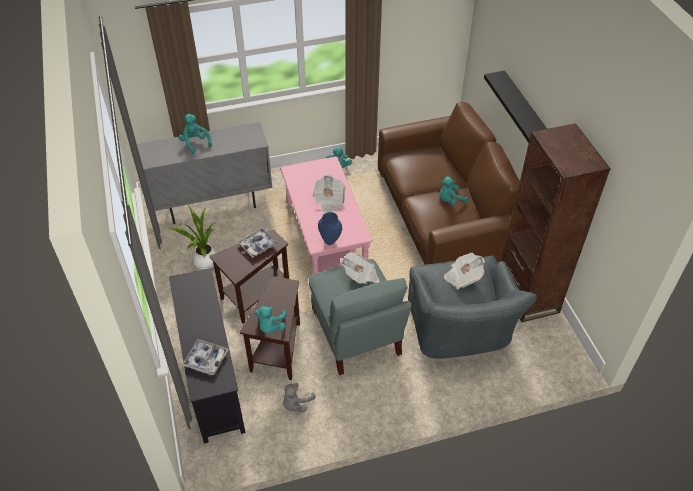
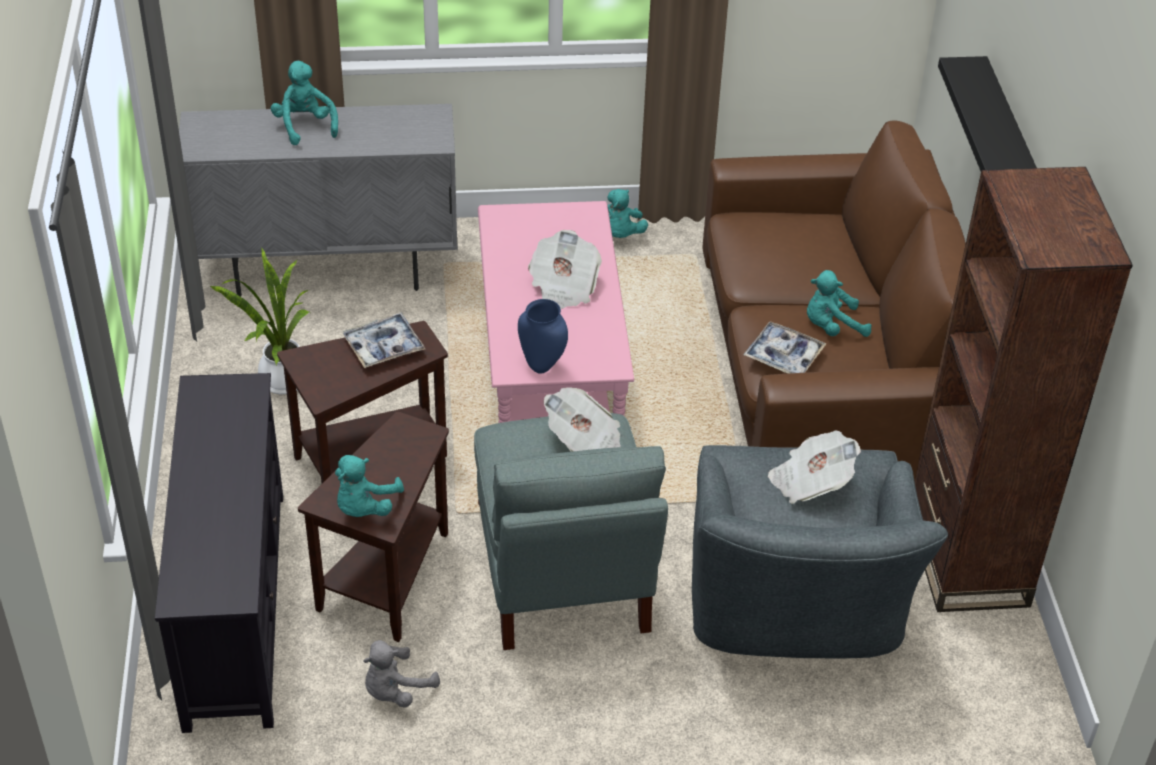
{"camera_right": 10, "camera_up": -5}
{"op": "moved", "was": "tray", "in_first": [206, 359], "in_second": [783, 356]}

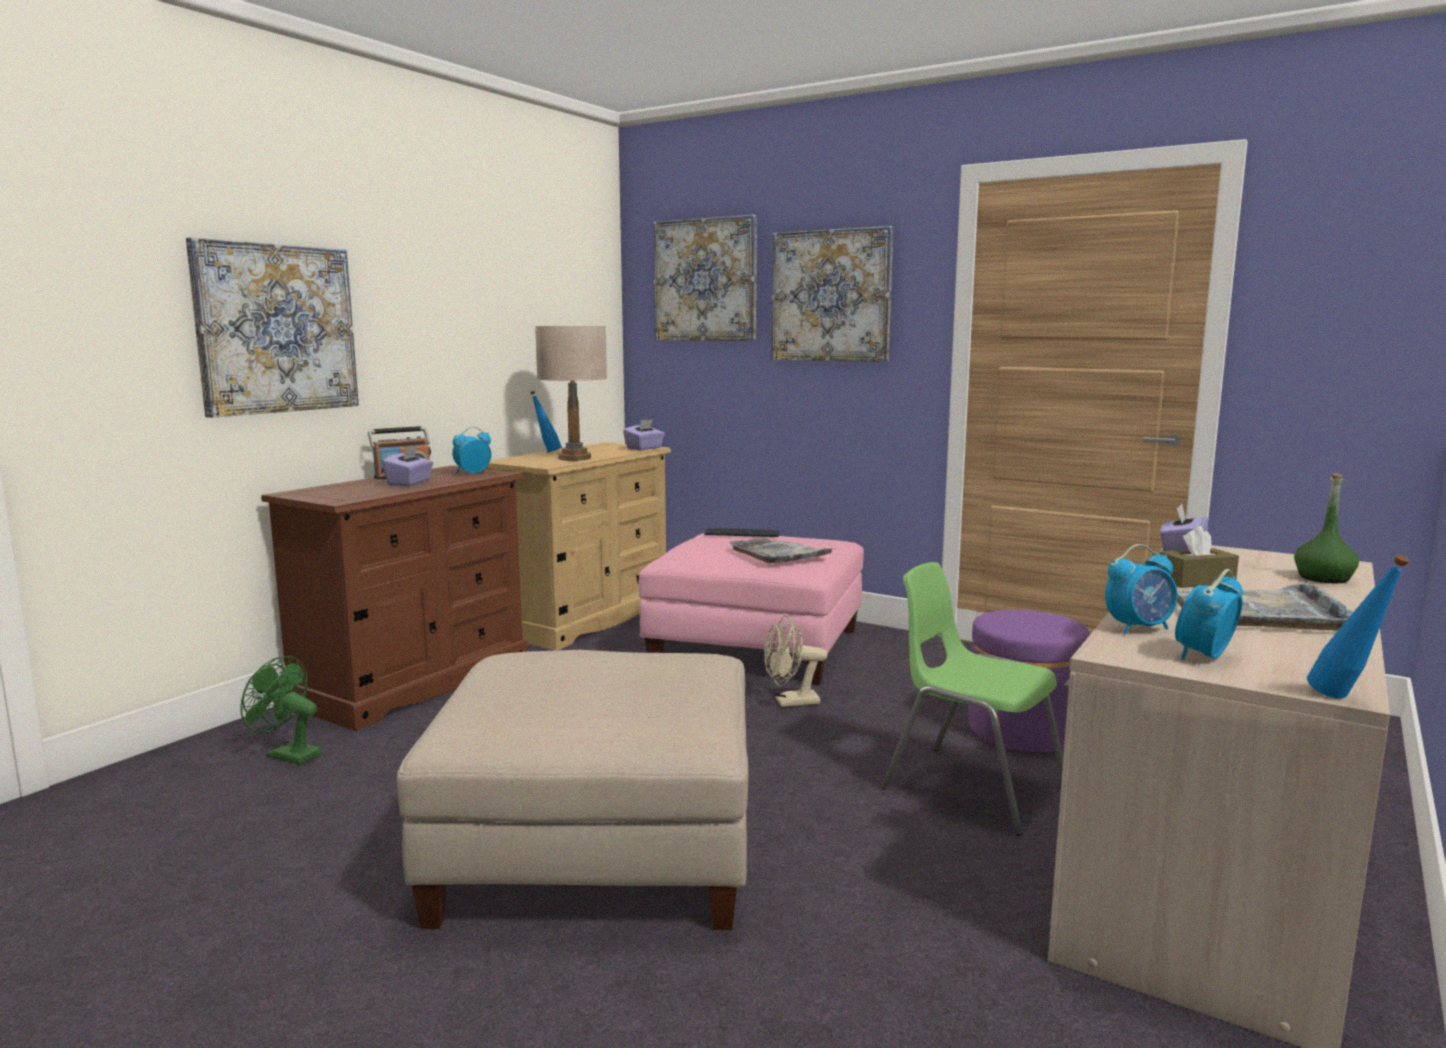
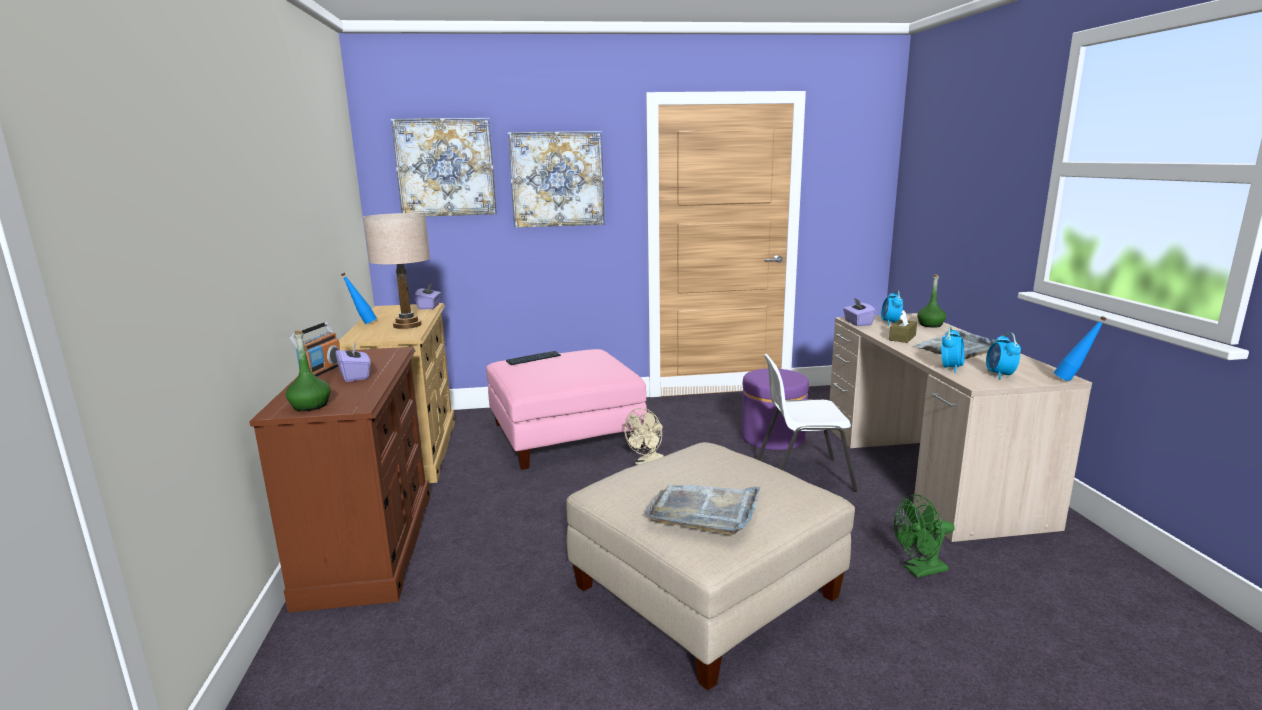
{"camera_right": -40, "camera_up": 5}
{"op": "removed", "was": "picture", "in_first": [276, 329]}
{"op": "added", "now": "bottle (greenish)", "in_second": [310, 406]}
{"op": "moved", "was": "fan (greenish)", "in_first": [287, 755], "in_second": [919, 570]}
{"op": "moved", "was": "bedside clock", "in_first": [472, 473], "in_second": [890, 323]}
{"op": "moved", "was": "tray (greyish)", "in_first": [779, 554], "in_second": [704, 510]}
{"op": "recoloured", "was": "chair (greenish)", "now": "chair (whitish)", "in_first": [971, 786], "in_second": [801, 476]}

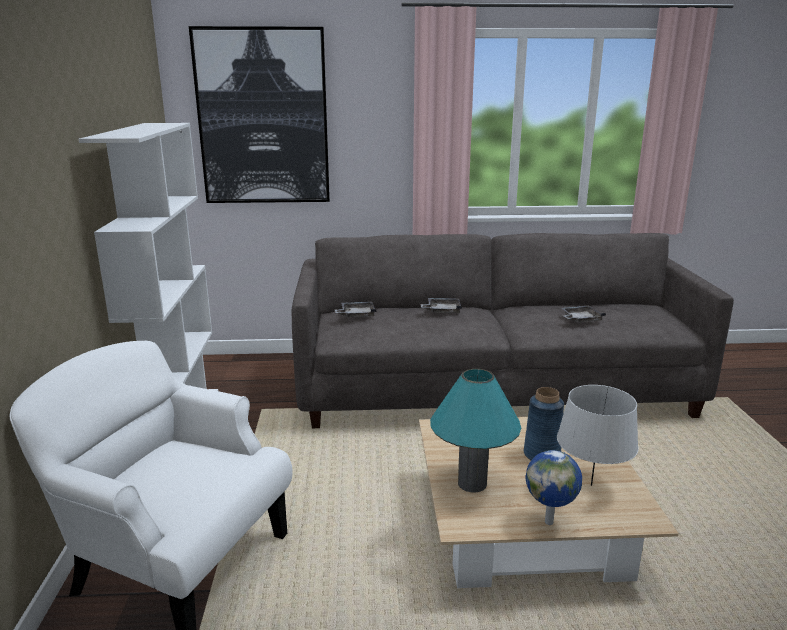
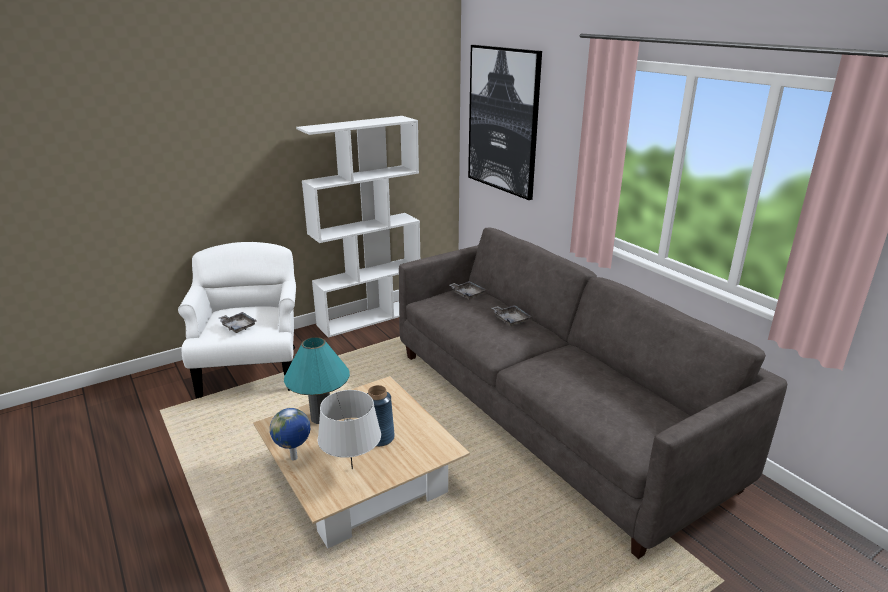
{"camera_right": 60, "camera_up": 5}
{"op": "moved", "was": "tray (greyish)", "in_first": [580, 319], "in_second": [238, 326]}

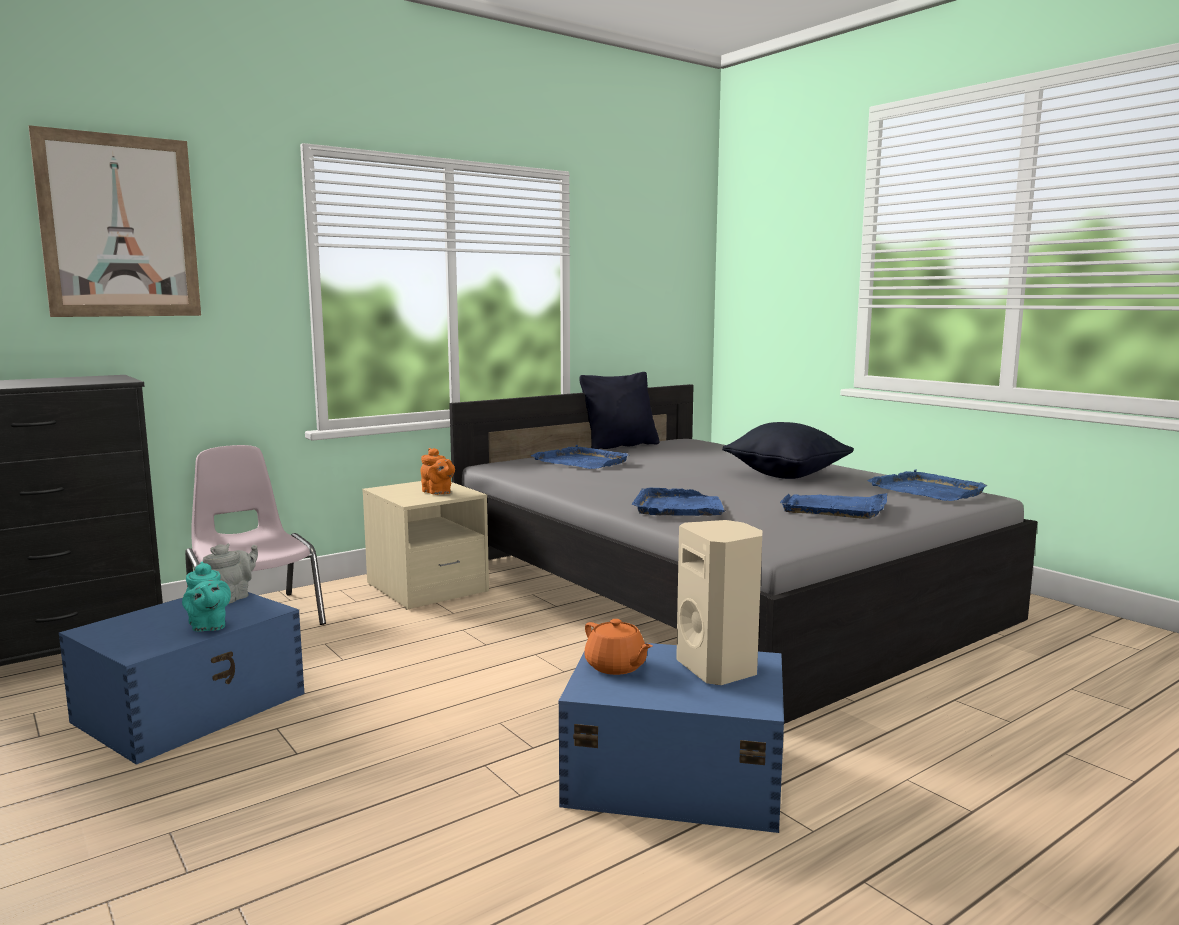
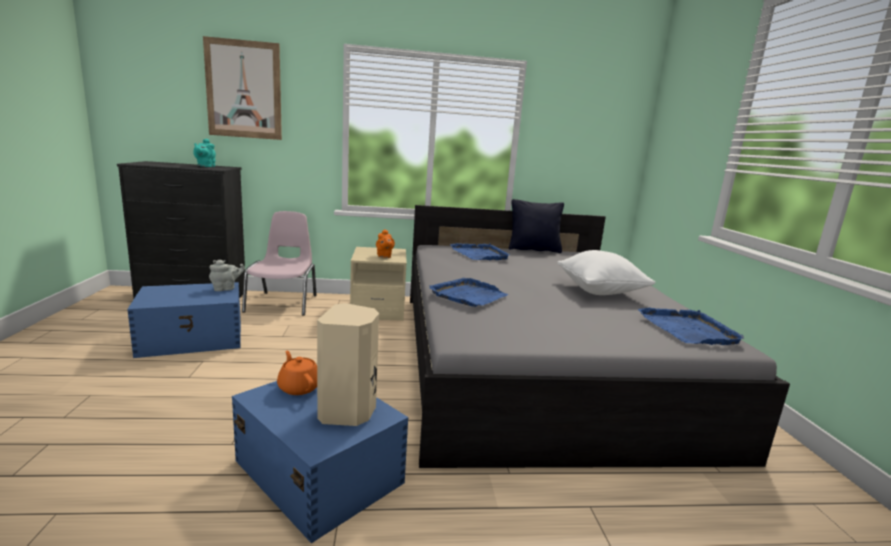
{"camera_right": 30, "camera_up": 5}
{"op": "removed", "was": "tray (blue)", "in_first": [834, 508]}
{"op": "moved", "was": "tea pot (blue-green)", "in_first": [208, 626], "in_second": [205, 166]}
{"op": "recoloured", "was": "pillow (black-coloured)", "now": "pillow (whitish)", "in_first": [786, 475], "in_second": [600, 291]}
{"op": "turned", "was": "tea pot (orange)", "in_first": [616, 667], "in_second": [299, 387], "clockwise": 150}

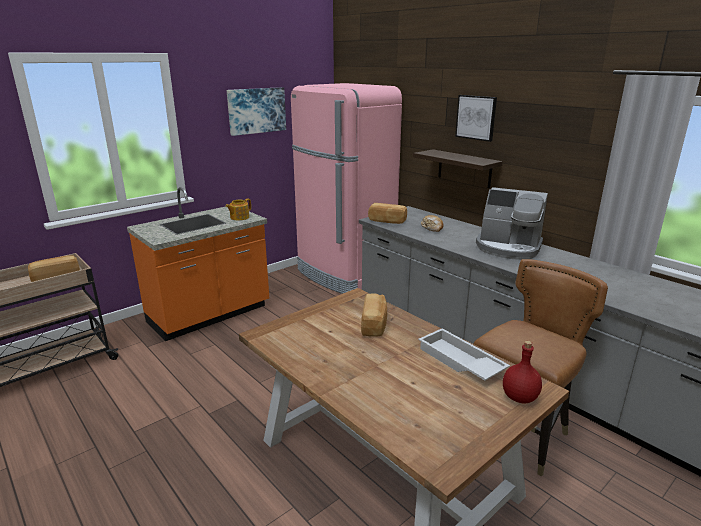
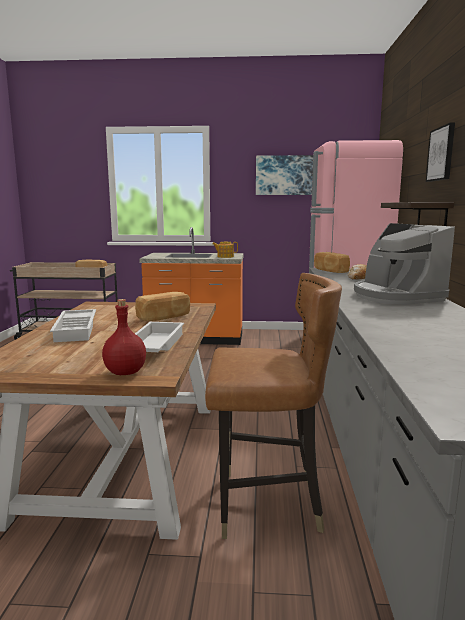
{"camera_right": 45, "camera_up": -10}
{"op": "added", "now": "tray (whitish)", "in_second": [77, 330]}

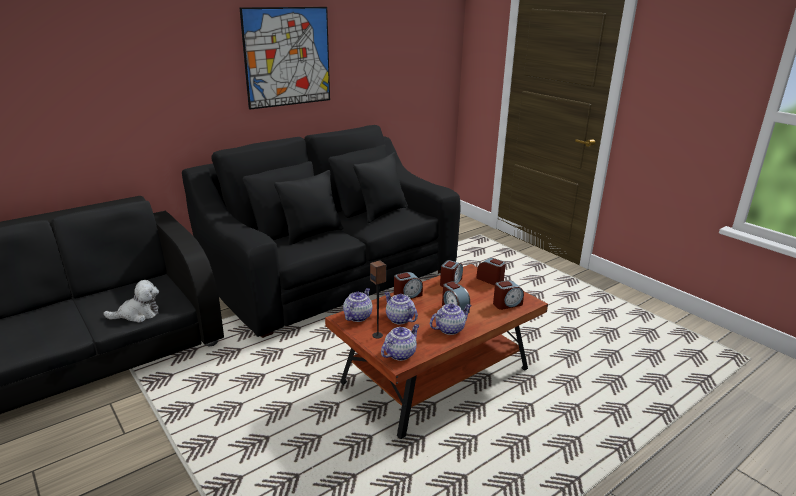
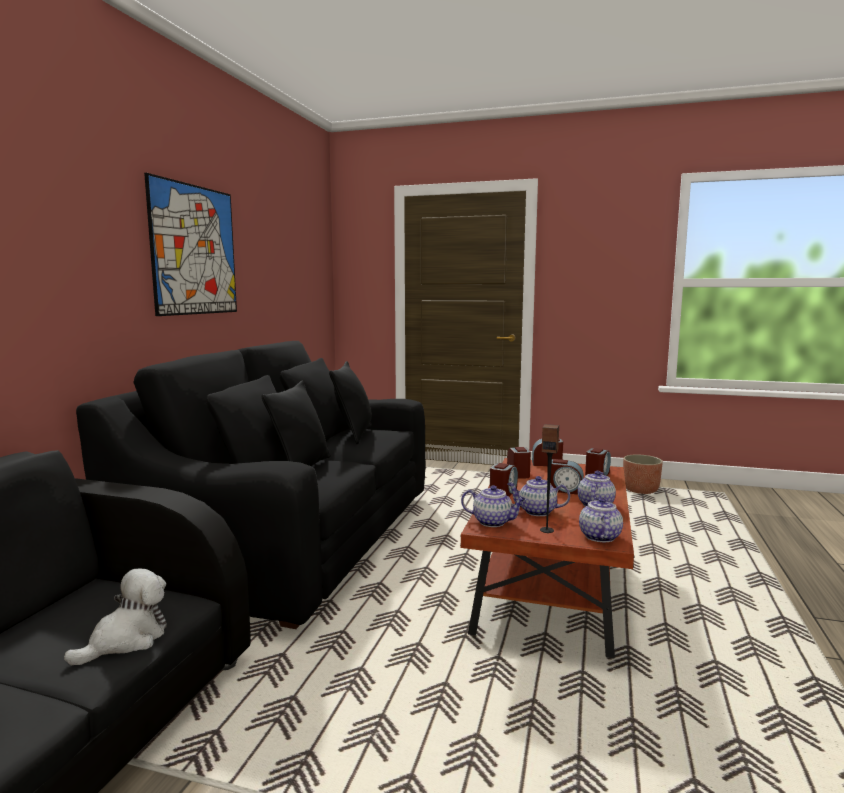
{"camera_right": -35, "camera_up": -15}
{"op": "added", "now": "flower pot", "in_second": [641, 490]}
{"op": "turned", "was": "tea pot", "in_first": [358, 316], "in_second": [493, 522], "clockwise": 120}

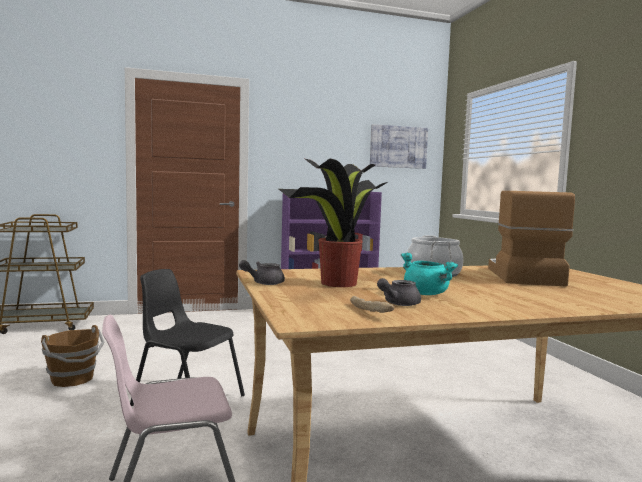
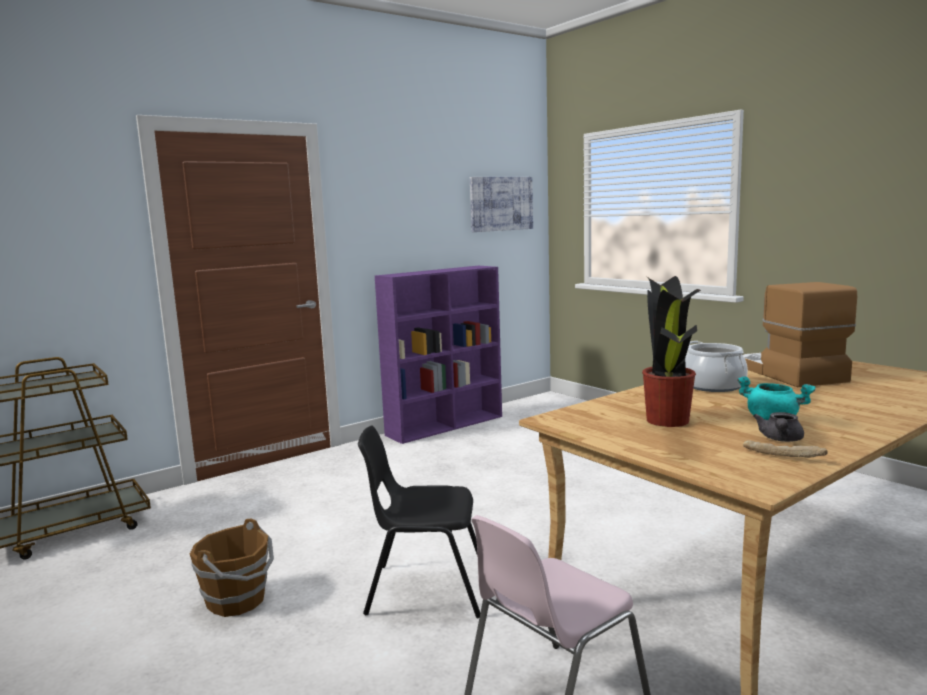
{"camera_right": -20, "camera_up": 5}
{"op": "removed", "was": "tea pot (greyish)", "in_first": [263, 283]}

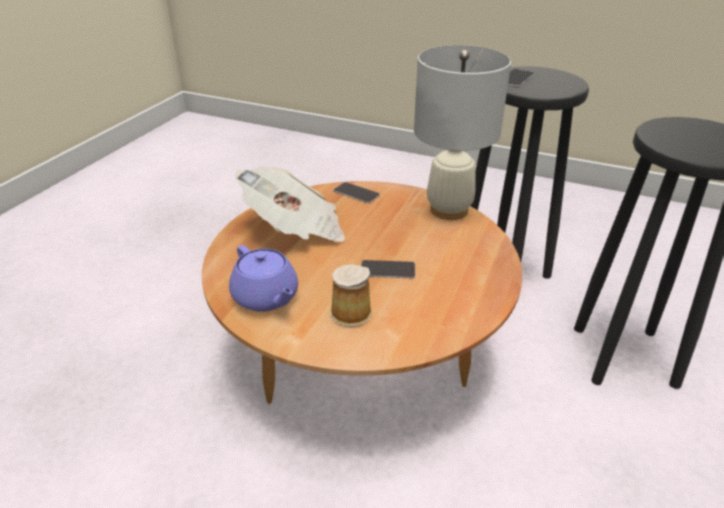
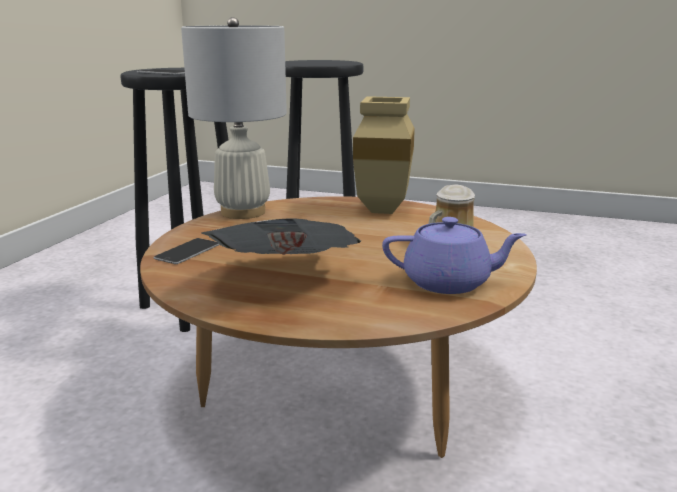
{"camera_right": -95, "camera_up": -15}
{"op": "removed", "was": "phone", "in_first": [387, 269]}
{"op": "added", "now": "vase (sand-coloured)", "in_second": [381, 209]}
{"op": "turned", "was": "tea pot (purple)", "in_first": [266, 297], "in_second": [449, 283], "clockwise": 45}

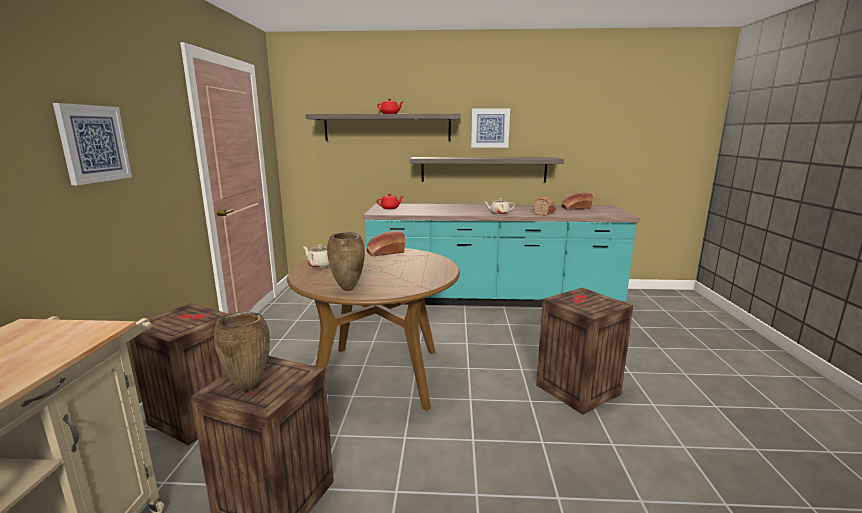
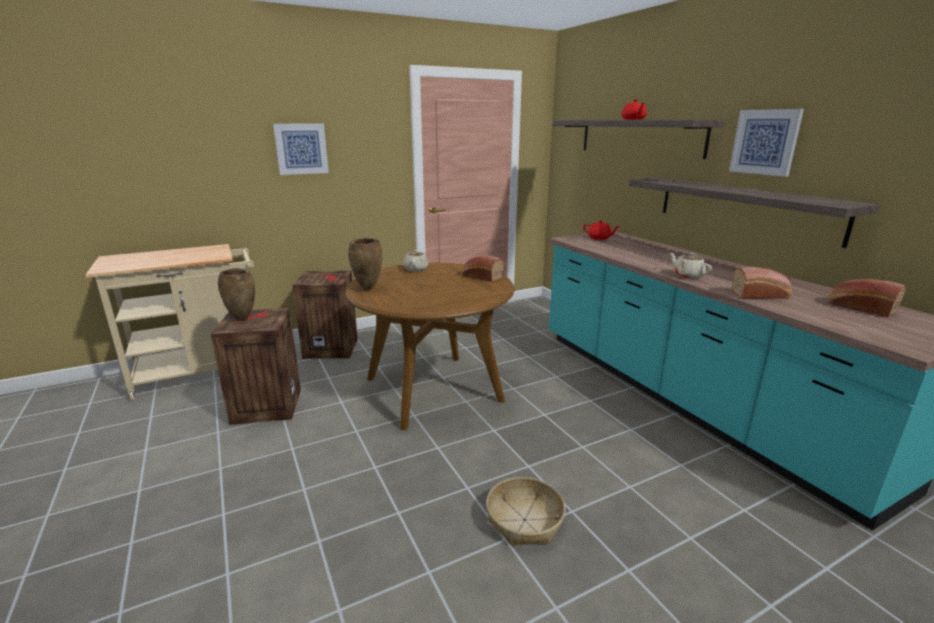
{"camera_right": 60, "camera_up": 5}
{"op": "replaced", "was": "packing crate", "now": "storage basket", "in_first": [576, 389], "in_second": [524, 520]}

